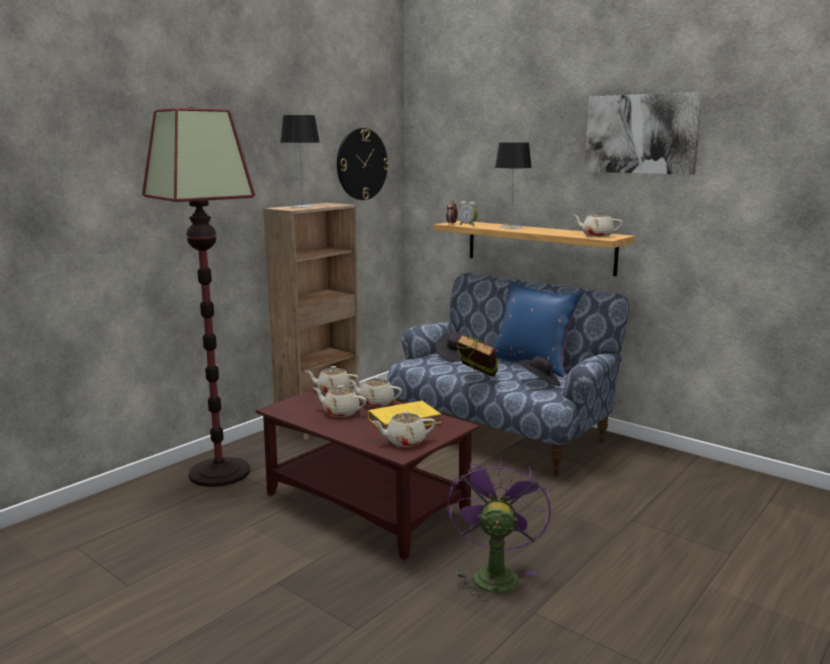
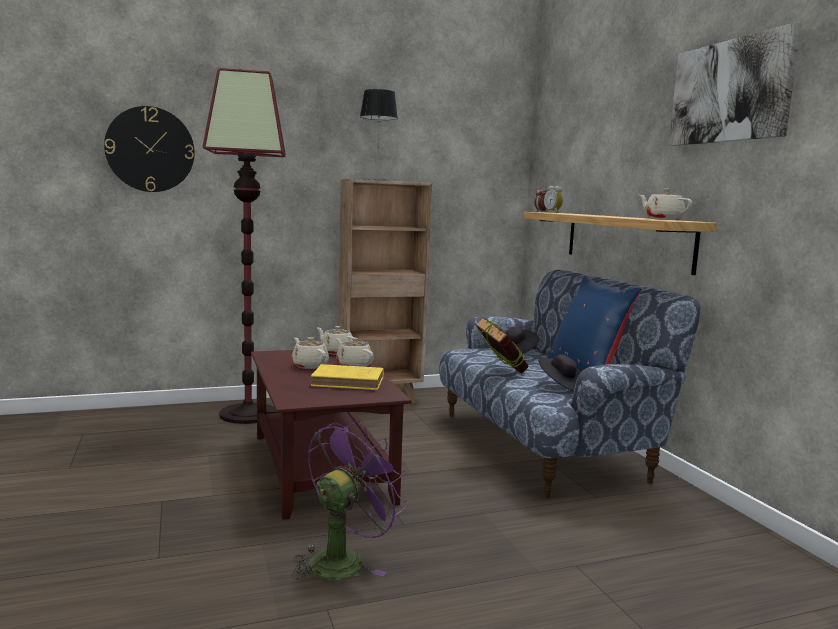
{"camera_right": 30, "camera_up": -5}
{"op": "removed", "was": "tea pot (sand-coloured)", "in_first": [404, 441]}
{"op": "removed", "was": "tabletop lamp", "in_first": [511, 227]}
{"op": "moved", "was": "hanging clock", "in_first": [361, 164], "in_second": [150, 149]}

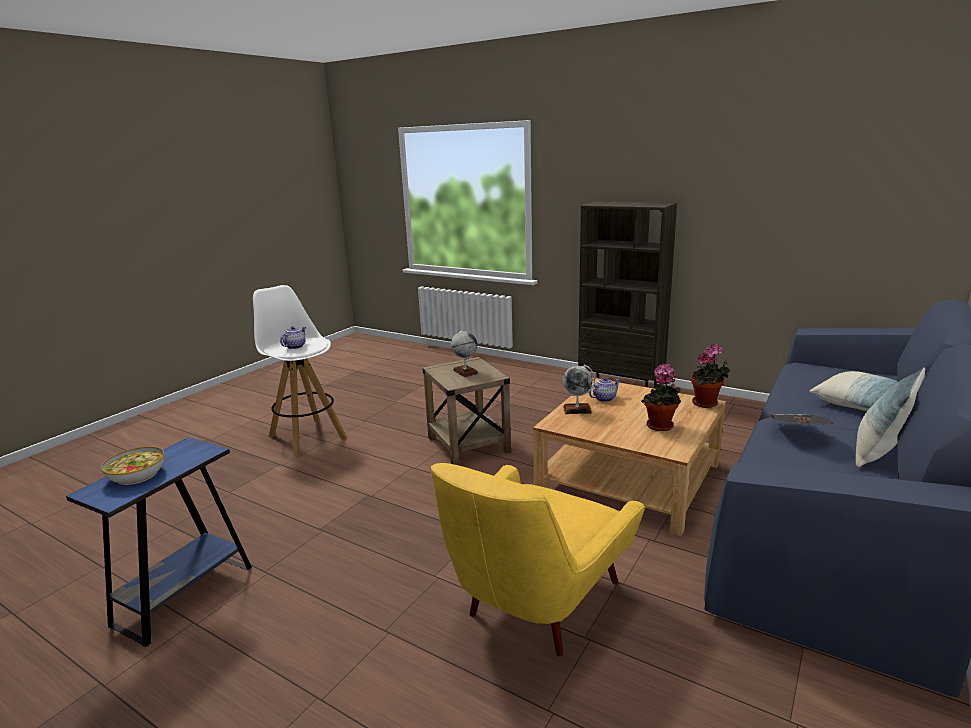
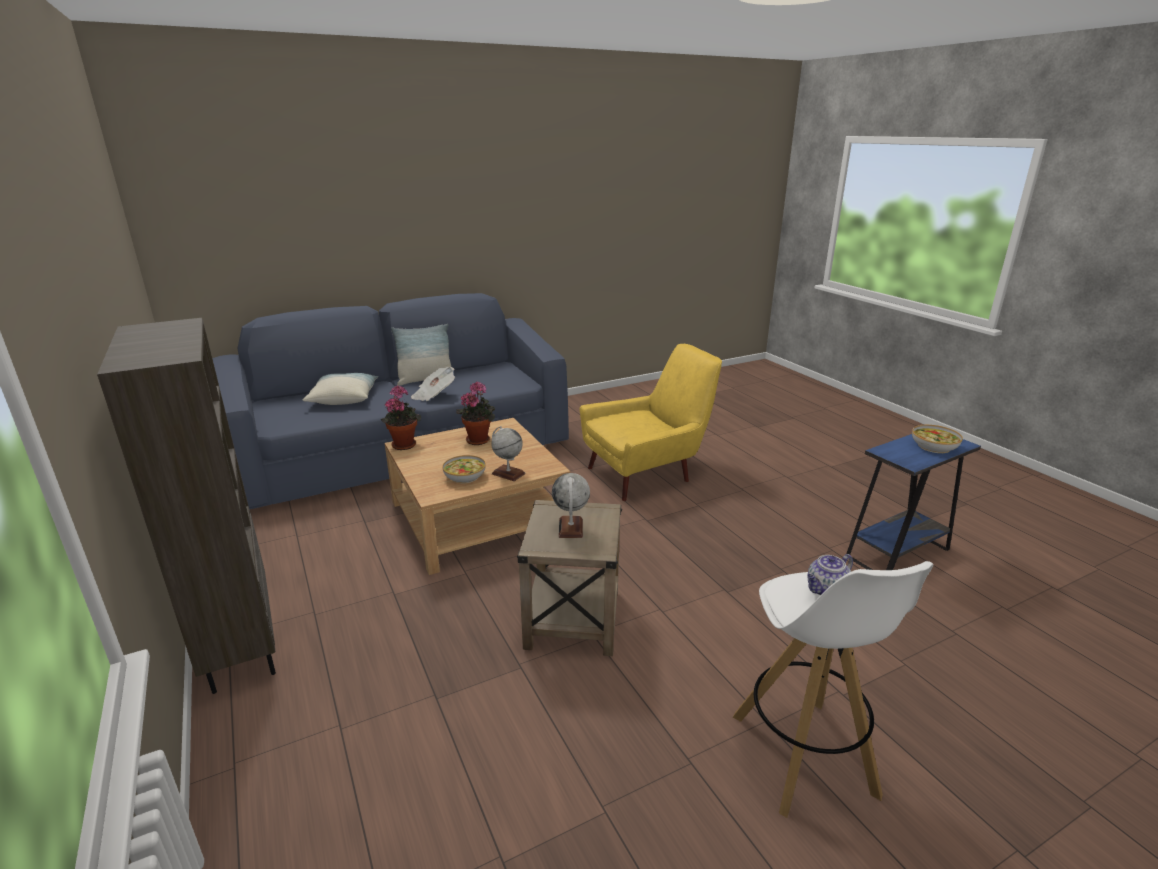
{"camera_right": -150, "camera_up": 5}
{"op": "replaced", "was": "tea pot", "now": "deep dish", "in_first": [604, 398], "in_second": [464, 476]}

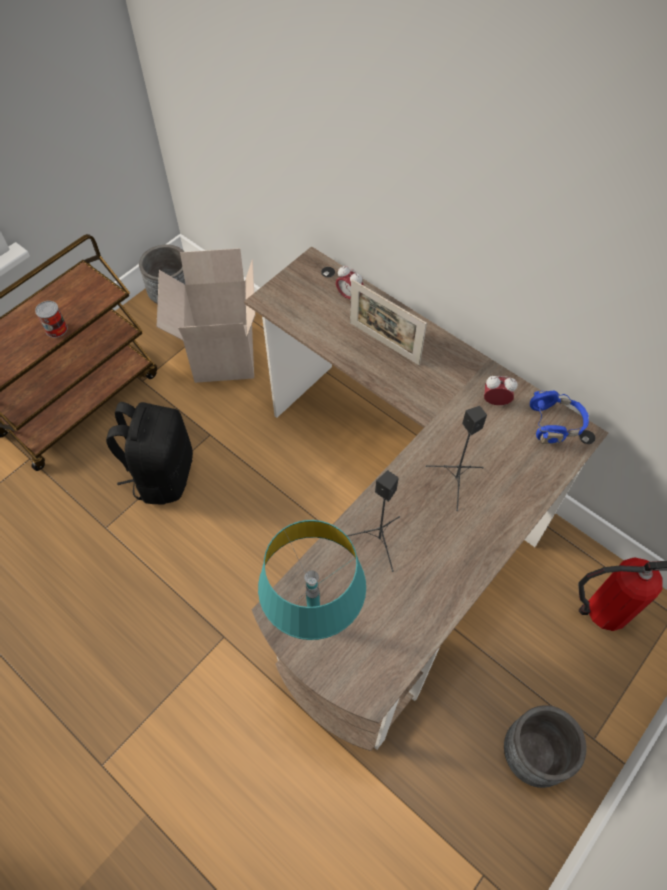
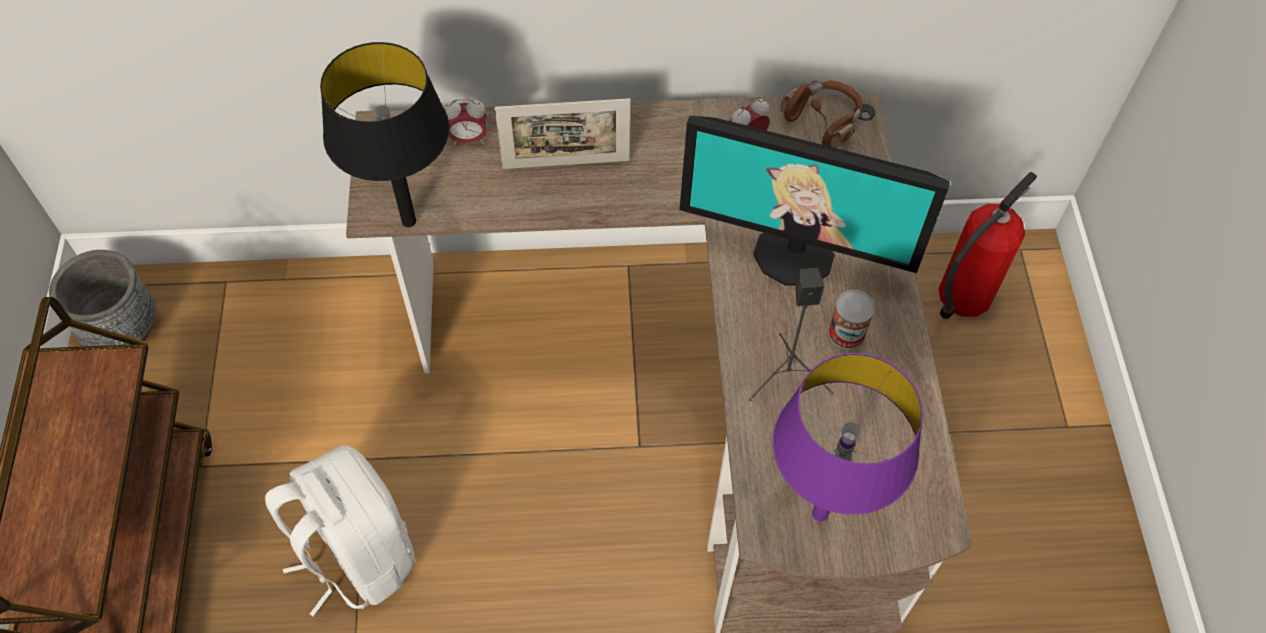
{"camera_right": -45, "camera_up": 0}
{"op": "removed", "was": "carton", "in_first": [221, 352]}
{"op": "removed", "was": "flower pot (greyish)", "in_first": [532, 754]}
{"op": "added", "now": "tabletop lamp (black-coloured)", "in_second": [409, 221]}
{"op": "moved", "was": "can", "in_first": [56, 329], "in_second": [846, 333]}
{"op": "replaced", "was": "speaker (black-coloured)", "now": "monitor", "in_first": [455, 481], "in_second": [794, 254]}
{"op": "recoloured", "was": "backpack (black-coloured)", "now": "backpack (whitish)", "in_first": [162, 474], "in_second": [357, 555]}
{"op": "recoloured", "was": "tabletop lamp (blue-green)", "now": "tabletop lamp (purple)", "in_first": [314, 626], "in_second": [819, 514]}
{"op": "recoloured", "was": "pair of headphones (blue)", "now": "pair of headphones (brown)", "in_first": [555, 424], "in_second": [823, 121]}

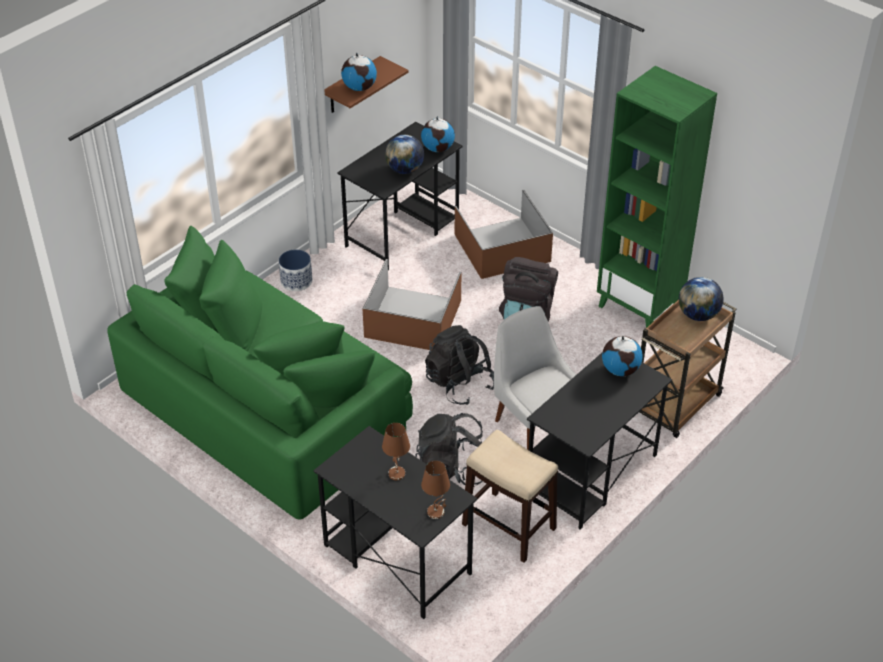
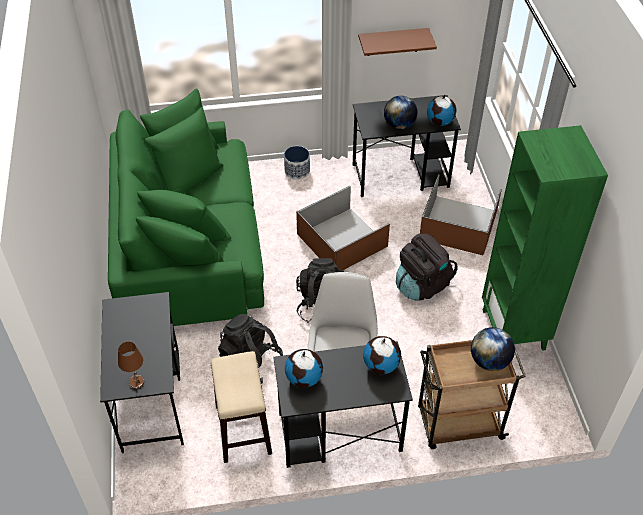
{"camera_right": 40, "camera_up": 5}
{"op": "removed", "was": "tabletop lamp (brown)", "in_first": [396, 473]}
{"op": "moved", "was": "world globe", "in_first": [359, 87], "in_second": [304, 378]}

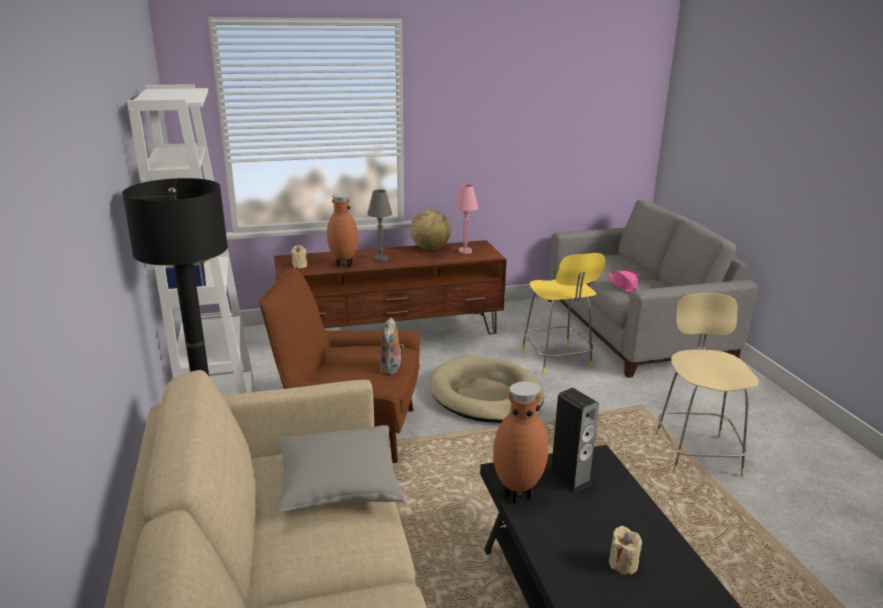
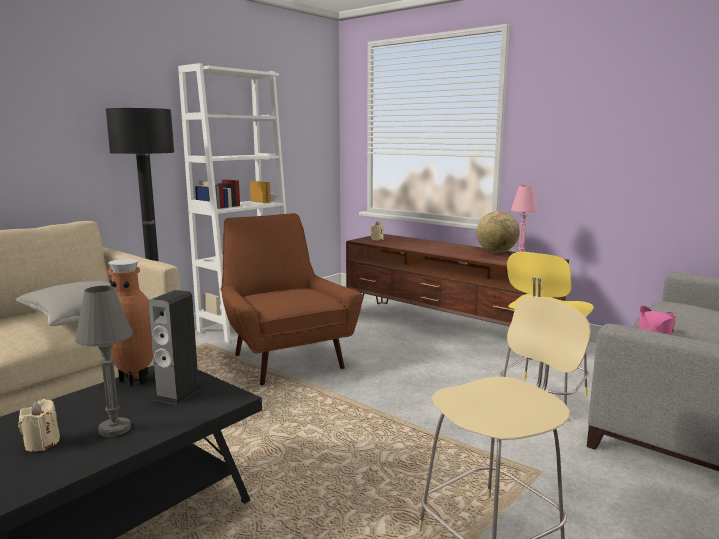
{"camera_right": 55, "camera_up": -10}
{"op": "removed", "was": "vase (brown)", "in_first": [343, 265]}
{"op": "removed", "was": "soft toy", "in_first": [392, 369]}
{"op": "removed", "was": "dog cushion (sand-coloured)", "in_first": [486, 394]}
{"op": "moved", "was": "tabletop lamp (greyish)", "in_first": [381, 259], "in_second": [115, 429]}

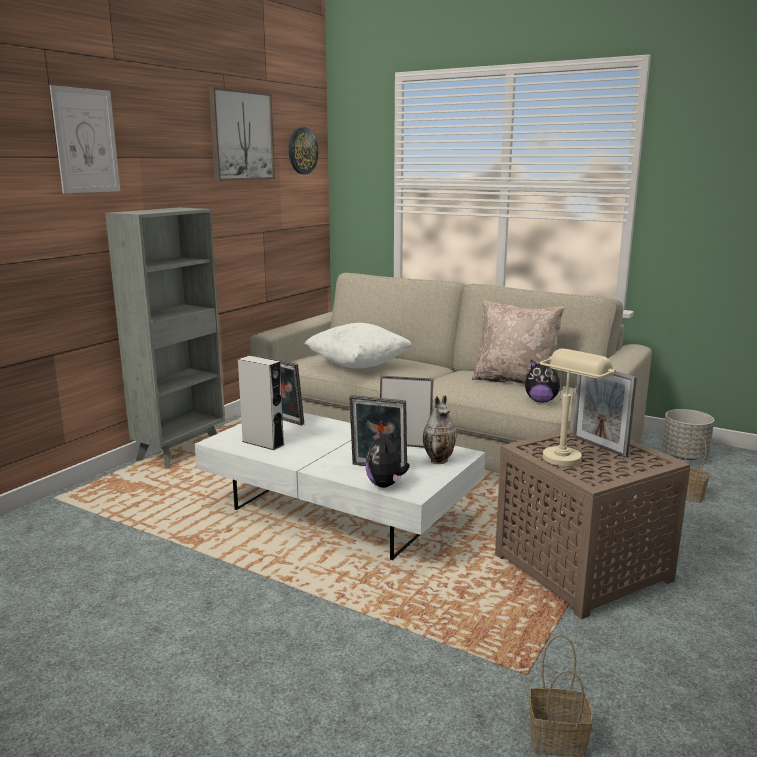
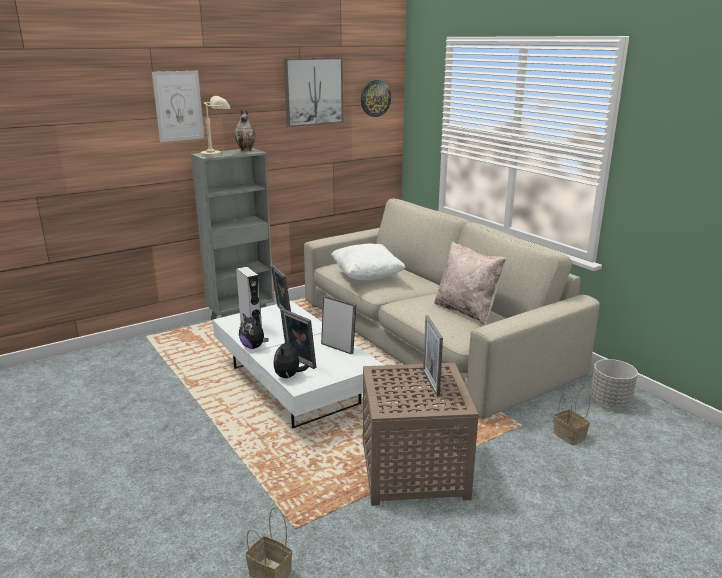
{"camera_right": 25, "camera_up": 5}
{"op": "moved", "was": "vase", "in_first": [439, 460], "in_second": [246, 150]}
{"op": "moved", "was": "soft toy", "in_first": [541, 401], "in_second": [253, 346]}
{"op": "moved", "was": "tabletop lamp (sand-coloured)", "in_first": [567, 454], "in_second": [218, 154]}

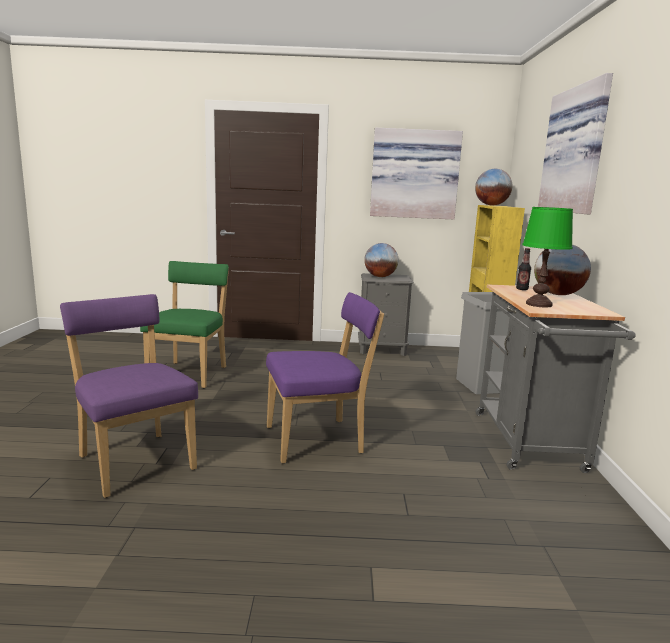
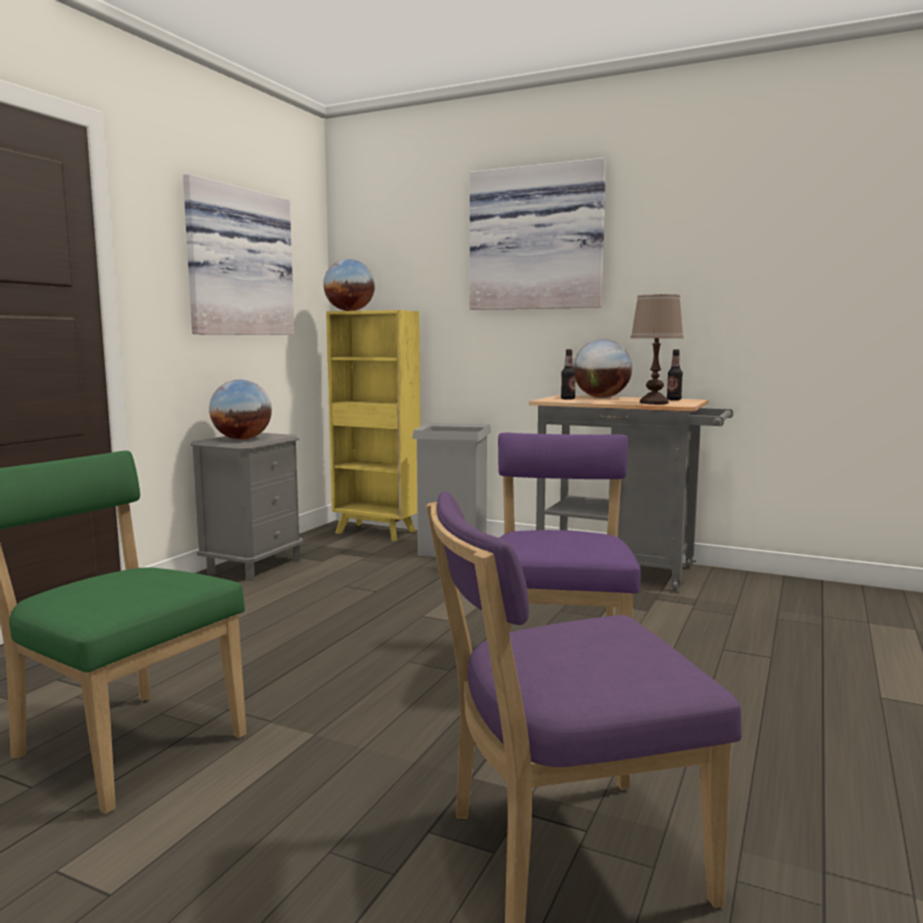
{"camera_right": -65, "camera_up": -5}
{"op": "added", "now": "bottle", "in_second": [674, 399]}
{"op": "recoloured", "was": "tabletop lamp (greenish)", "now": "tabletop lamp (brown)", "in_first": [539, 304], "in_second": [654, 403]}

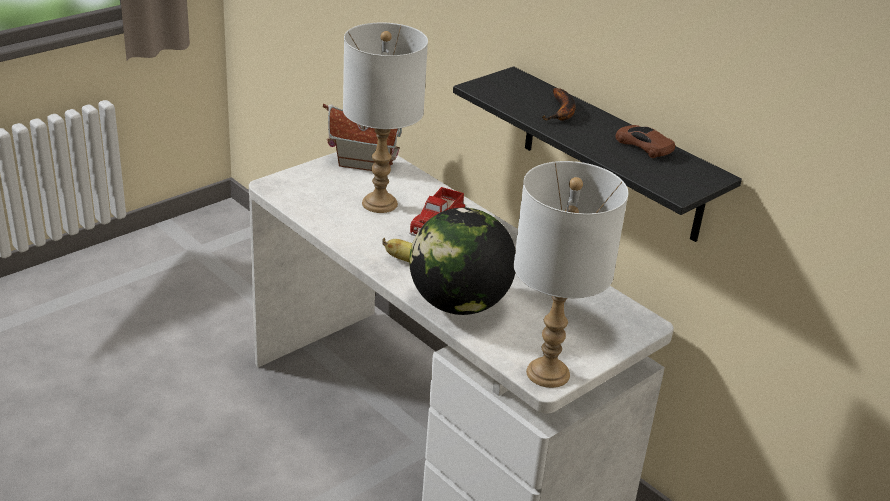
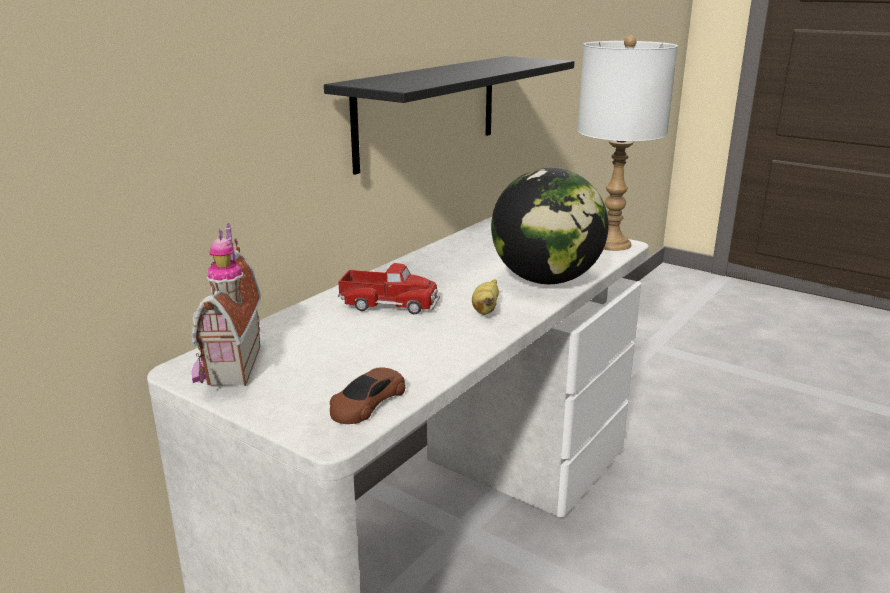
{"camera_right": -100, "camera_up": -10}
{"op": "removed", "was": "tabletop lamp (whitish)", "in_first": [379, 203]}
{"op": "removed", "was": "banana fruit", "in_first": [562, 112]}
{"op": "moved", "was": "miniature car (brown)", "in_first": [643, 146], "in_second": [367, 402]}

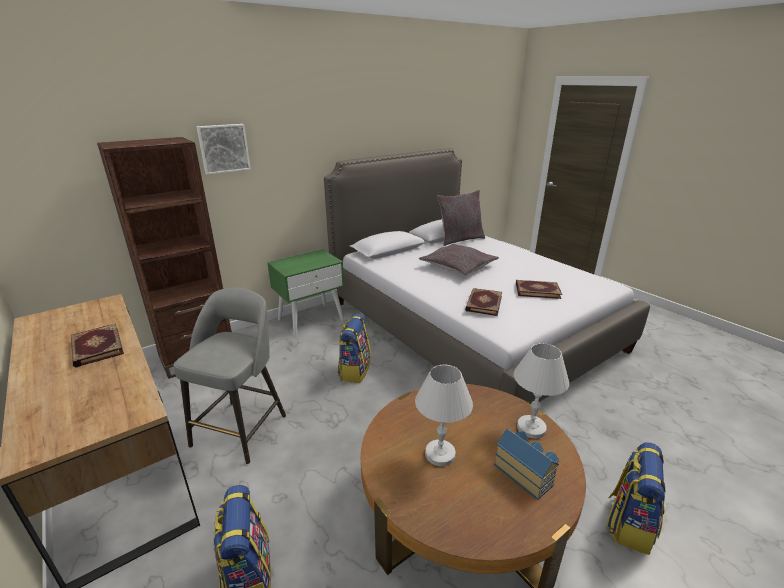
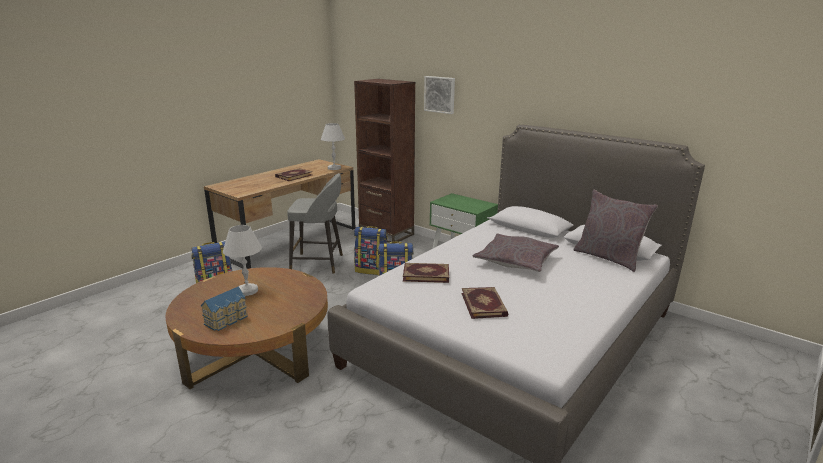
{"camera_right": 75, "camera_up": -5}
{"op": "moved", "was": "tabletop lamp (whitish)", "in_first": [531, 427], "in_second": [334, 168]}
{"op": "moved", "was": "backpack", "in_first": [628, 523], "in_second": [372, 270]}

